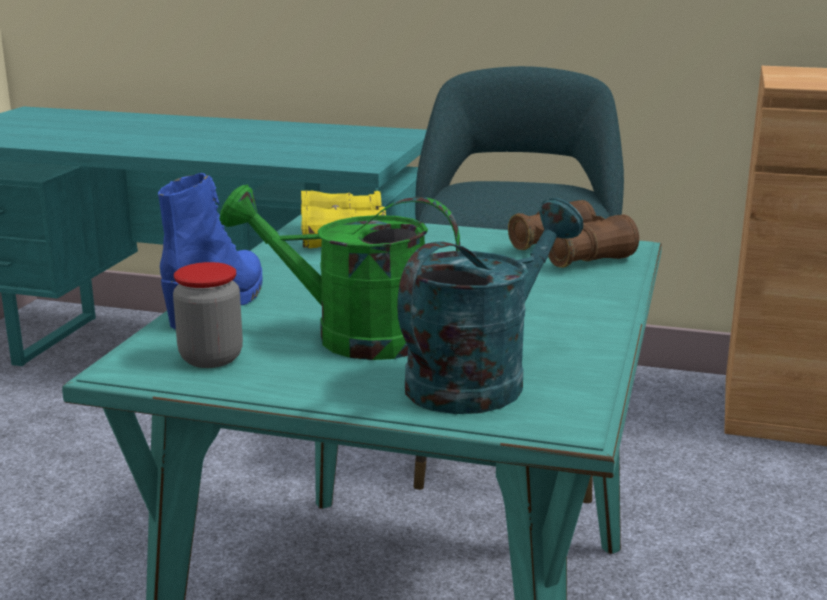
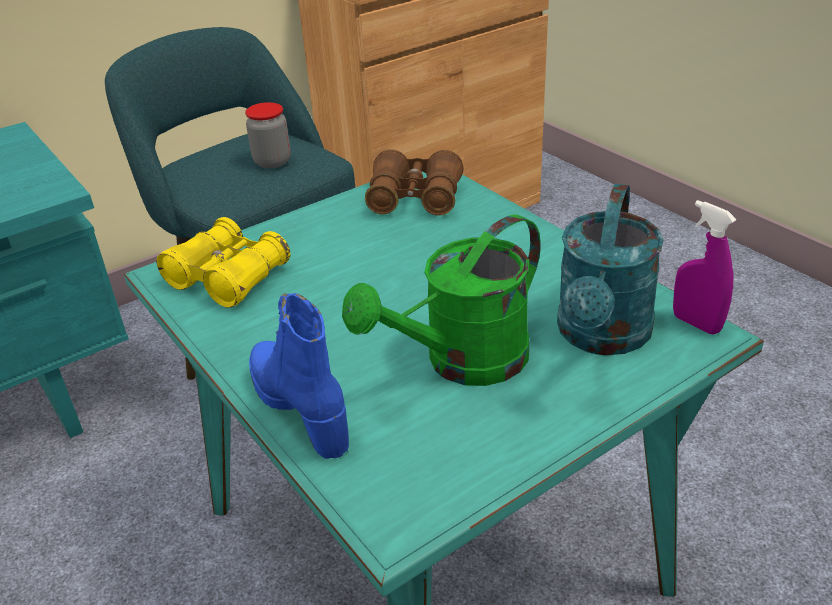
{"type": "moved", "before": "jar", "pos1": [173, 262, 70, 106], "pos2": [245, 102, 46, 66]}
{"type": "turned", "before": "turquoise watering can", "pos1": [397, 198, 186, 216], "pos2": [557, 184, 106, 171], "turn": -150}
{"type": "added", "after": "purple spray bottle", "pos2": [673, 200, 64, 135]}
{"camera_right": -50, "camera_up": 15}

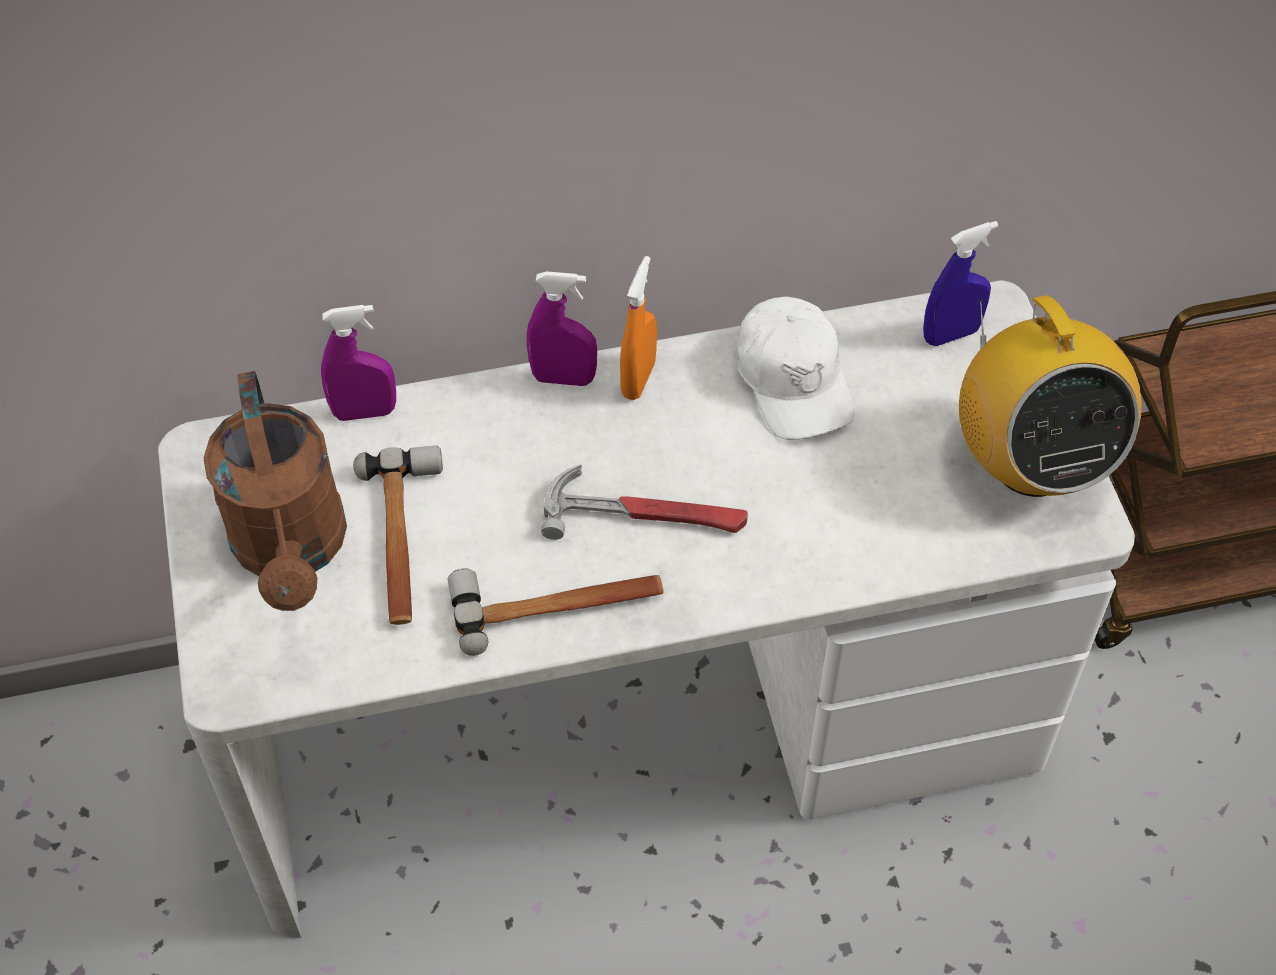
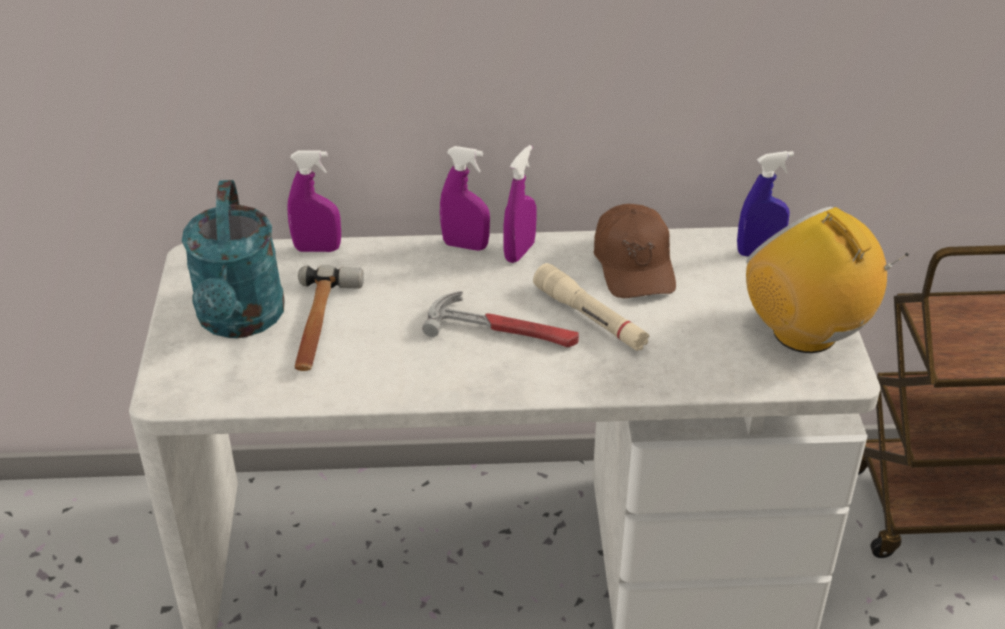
{"type": "recoloured", "before": "brown watering can", "after": "turquoise watering can", "pos1": [204, 371, 143, 240], "pos2": [182, 180, 103, 158]}
{"type": "removed", "before": "hammer", "pos1": [448, 568, 216, 88]}
{"type": "recoloured", "before": "orange spray bottle", "after": "purple spray bottle", "pos1": [620, 256, 37, 144], "pos2": [503, 145, 34, 118]}
{"type": "recoloured", "before": "white cap", "after": "brown cap", "pos1": [737, 297, 118, 143], "pos2": [594, 204, 82, 94]}
{"type": "turned", "before": "radio", "pos1": [959, 295, 183, 202], "pos2": [746, 207, 163, 146], "turn": 150}
{"type": "added", "after": "beige flashlight", "pos2": [533, 263, 116, 88]}
{"camera_right": 10, "camera_up": -15}

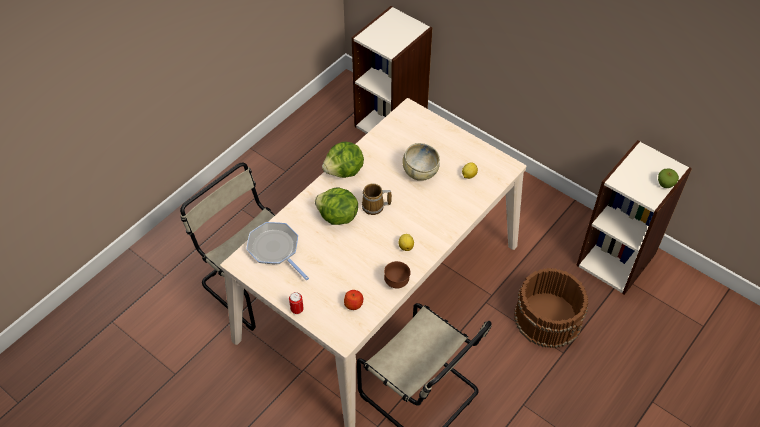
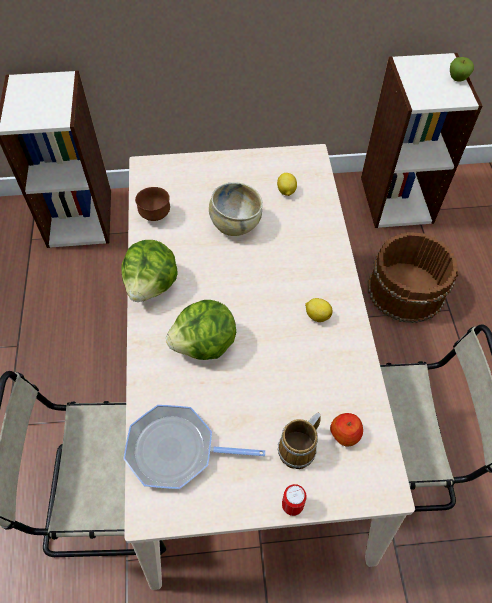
{"type": "moved", "before": "mug", "pos1": [362, 184, 30, 31], "pos2": [278, 413, 43, 56]}
{"type": "moved", "before": "brown bowl", "pos1": [384, 261, 27, 27], "pos2": [135, 187, 35, 34]}
{"camera_right": -45, "camera_up": 5}

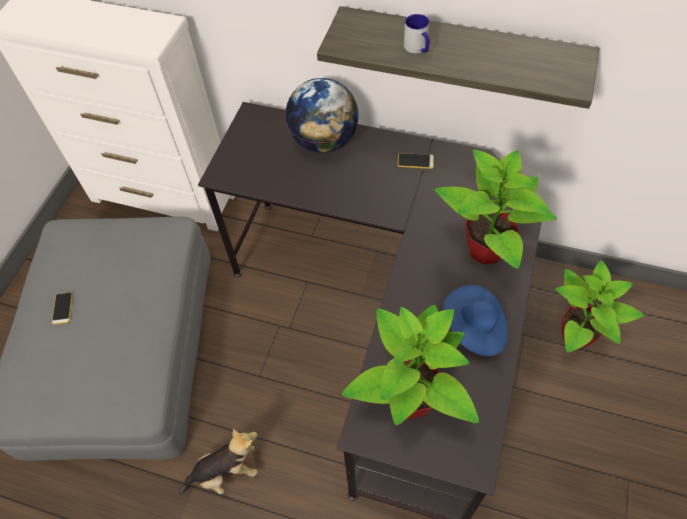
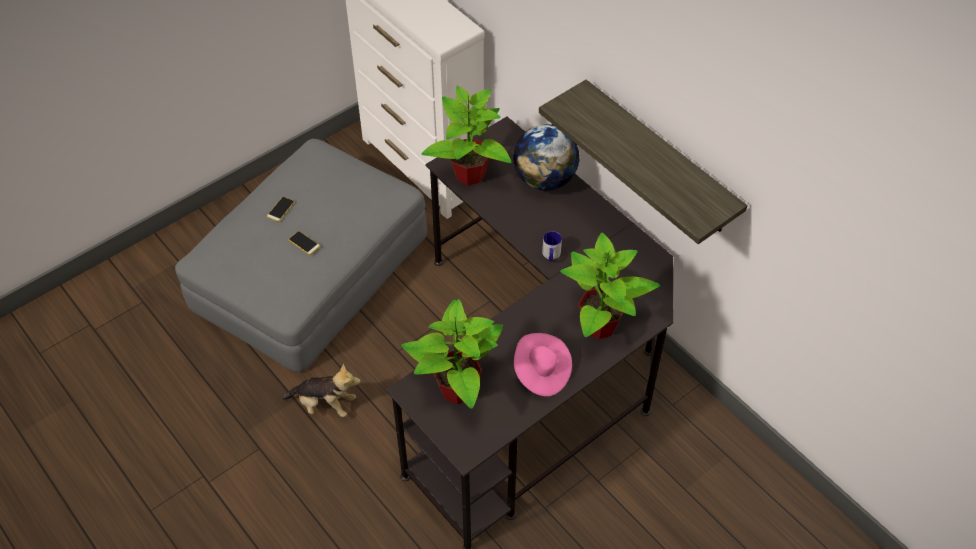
{"type": "moved", "before": "phone", "pos1": [397, 153, 37, 16], "pos2": [289, 231, 31, 24]}
{"type": "moved", "before": "mug", "pos1": [404, 14, 26, 40], "pos2": [542, 231, 20, 31]}
{"type": "recoloured", "before": "blue hat", "after": "pink hat", "pos1": [443, 285, 65, 71], "pos2": [514, 333, 58, 63]}
{"type": "moved", "before": "potted plant", "pos1": [555, 260, 89, 93], "pos2": [422, 86, 89, 99]}
{"camera_right": 30, "camera_up": -5}

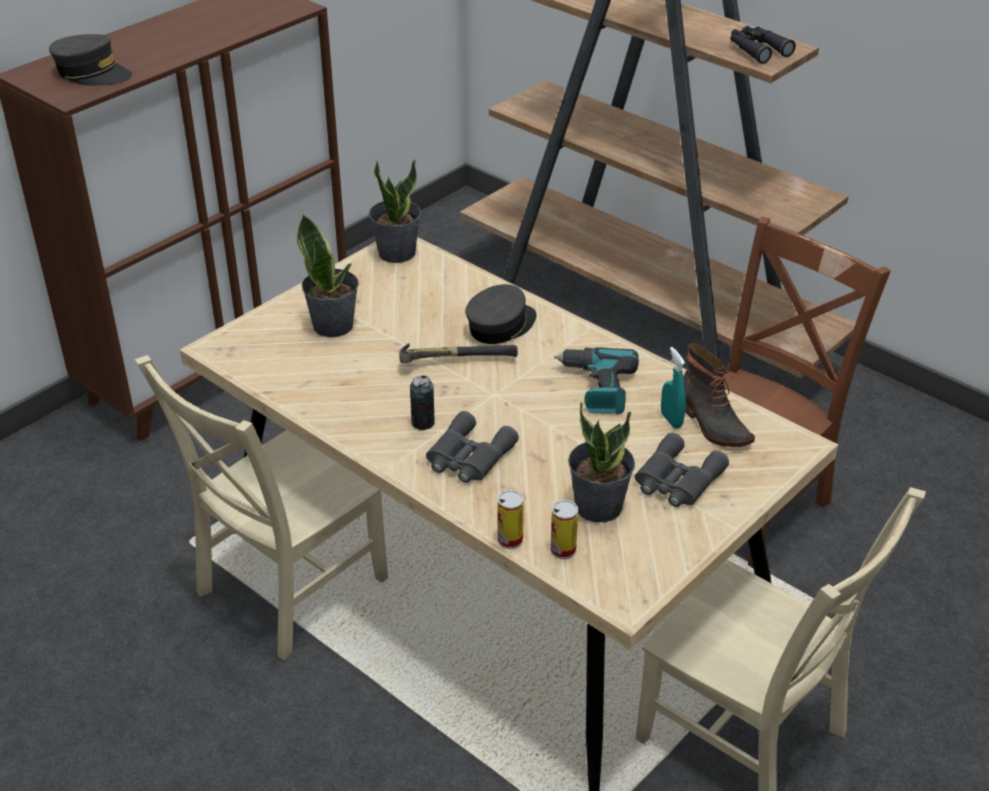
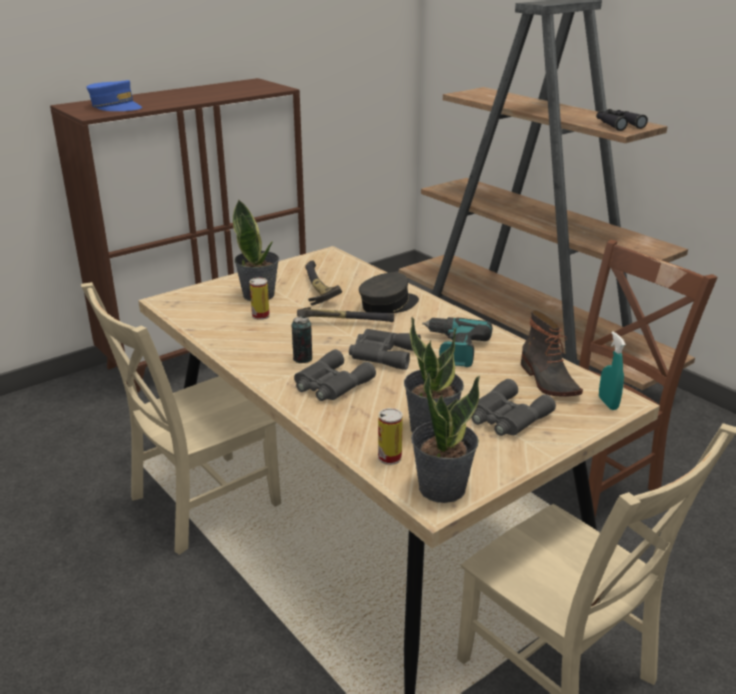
{"type": "recoloured", "before": "grey cap", "after": "blue cap", "pos1": [49, 34, 83, 52], "pos2": [87, 80, 55, 31]}
{"type": "moved", "before": "potted plant", "pos1": [369, 160, 52, 103], "pos2": [411, 374, 69, 129]}
{"type": "moved", "before": "can", "pos1": [498, 490, 26, 59], "pos2": [249, 278, 21, 42]}
{"type": "moved", "before": "turquoise spray bottle", "pos1": [661, 347, 25, 82], "pos2": [599, 331, 27, 79]}
{"type": "added", "after": "hammer", "pos2": [305, 260, 37, 45]}
{"type": "added", "after": "grey binoculars", "pos2": [349, 329, 72, 41]}
{"camera_right": 10, "camera_up": -10}

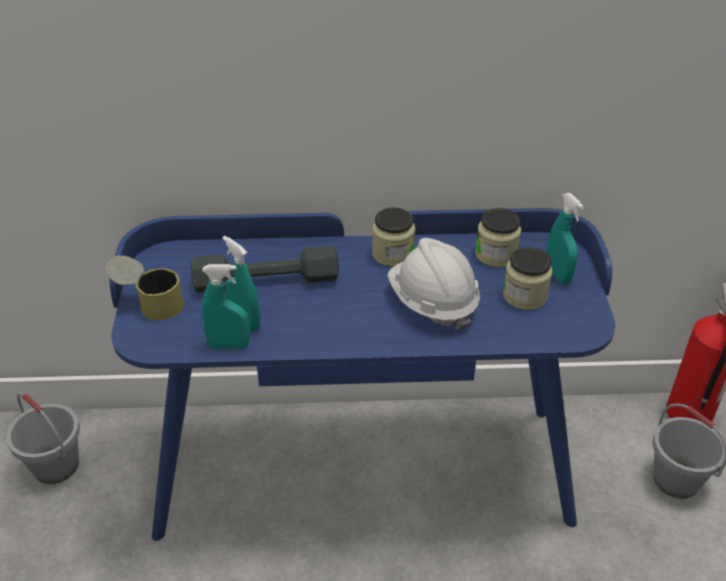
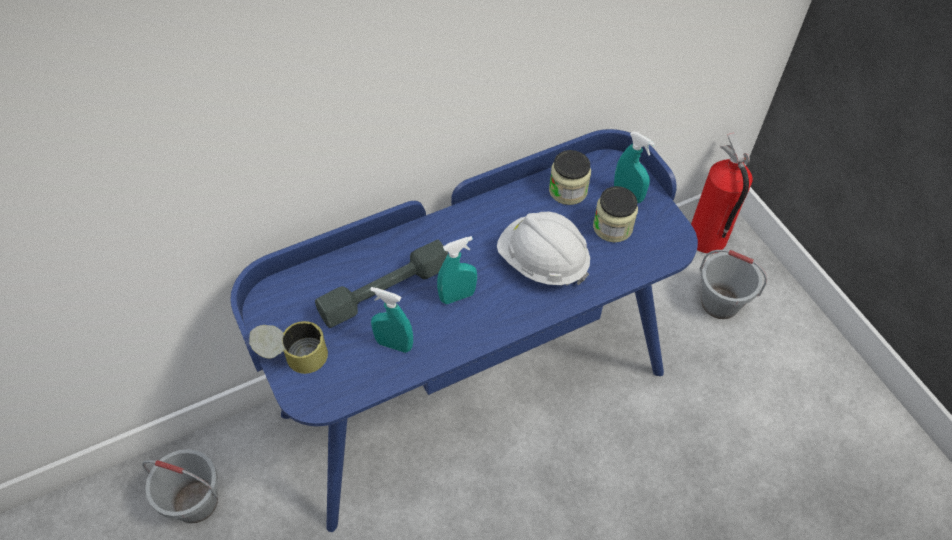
{"type": "moved", "before": "turquoise spray bottle", "pos1": [201, 264, 49, 85], "pos2": [437, 236, 40, 68]}
{"type": "removed", "before": "jar", "pos1": [372, 208, 43, 59]}
{"camera_right": -25, "camera_up": 15}

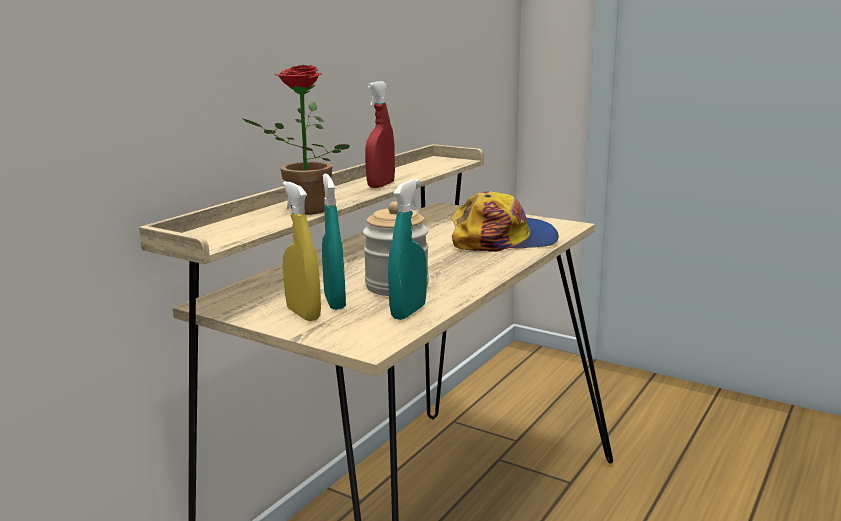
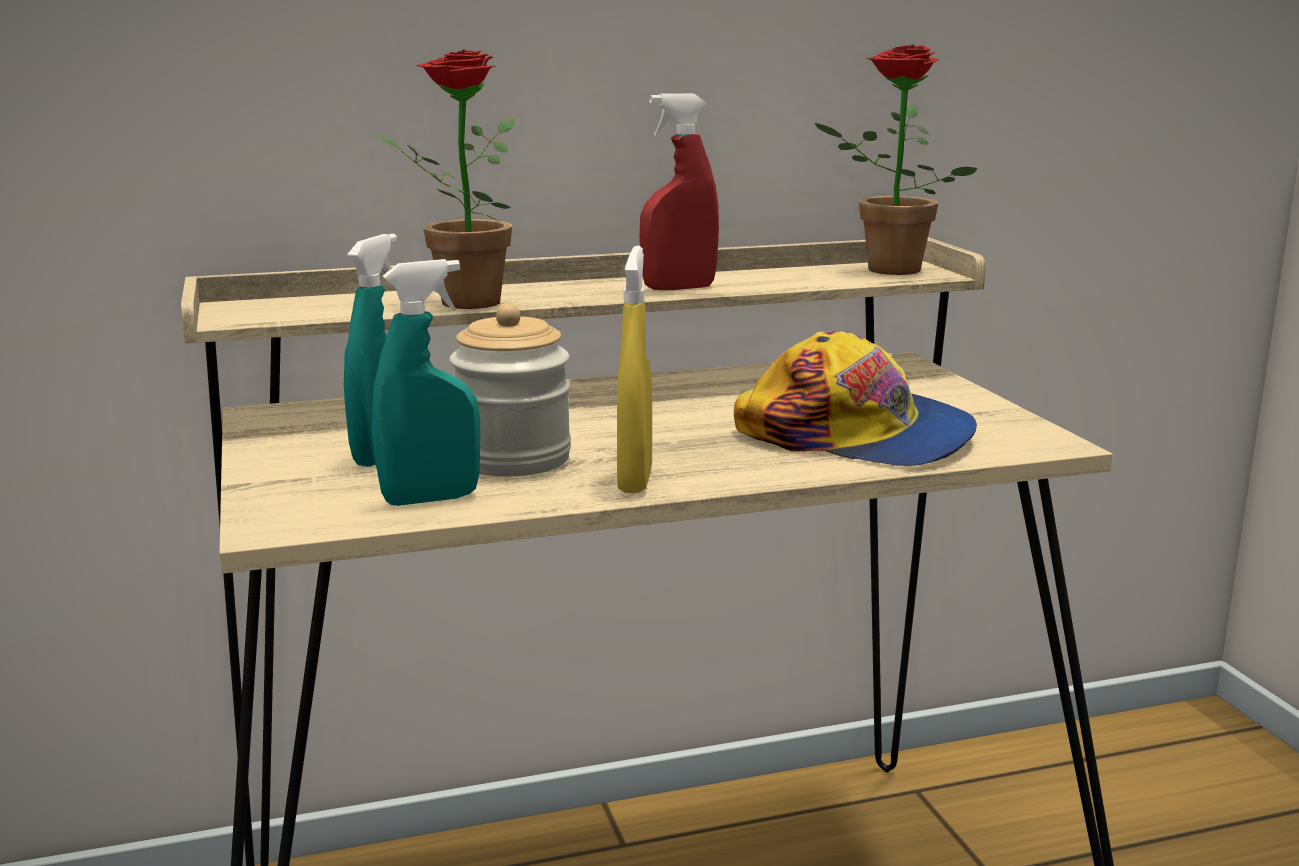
{"type": "moved", "before": "yellow spray bottle", "pos1": [283, 181, 38, 140], "pos2": [617, 246, 35, 247]}
{"type": "added", "after": "potted plant", "pos2": [815, 44, 162, 231]}
{"camera_right": 40, "camera_up": 0}

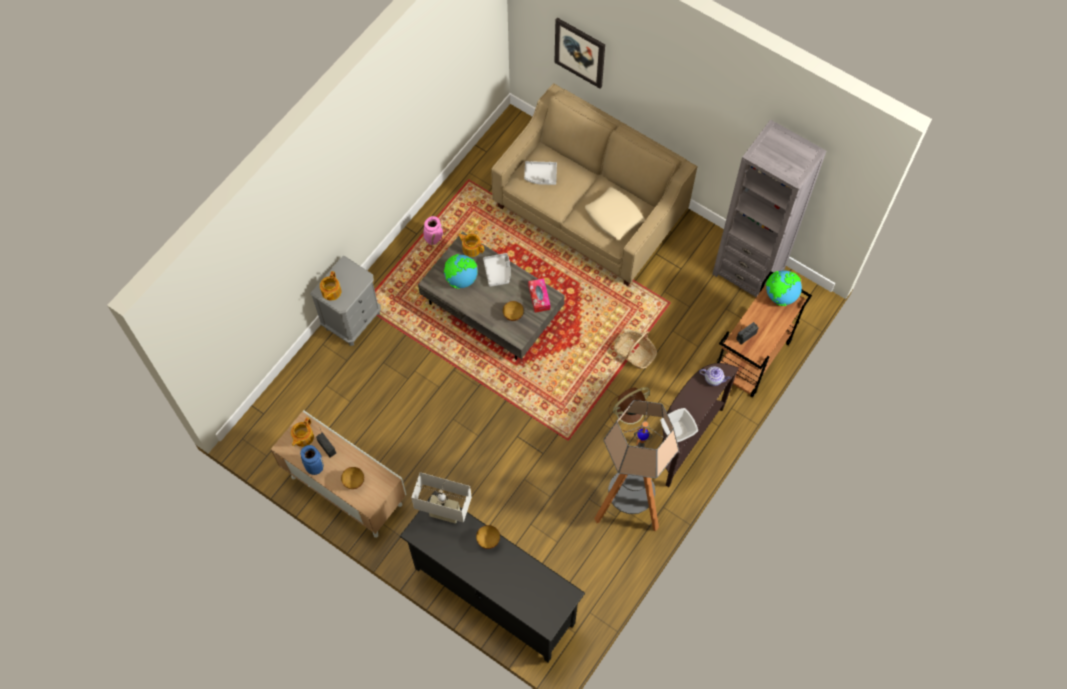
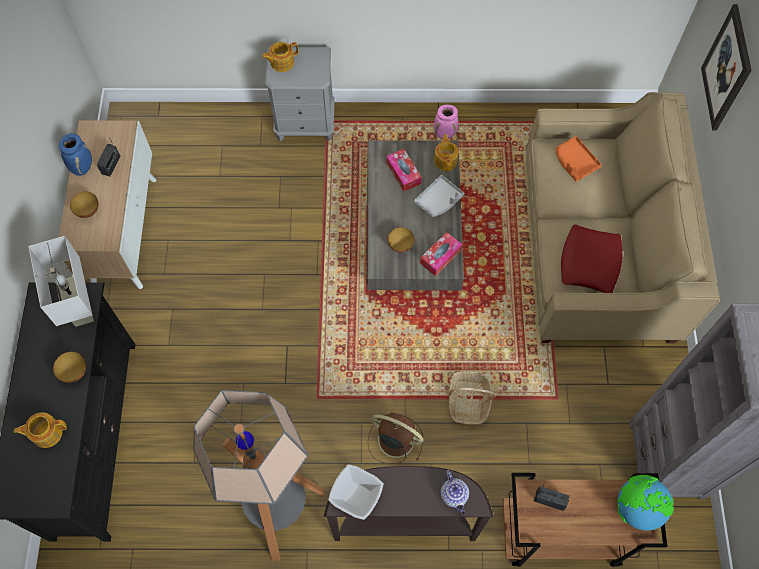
{"type": "moved", "before": "teapot", "pos1": [291, 417, 23, 30], "pos2": [14, 412, 53, 36]}
{"type": "replaced", "before": "globe", "after": "tissue box", "pos1": [444, 254, 34, 35], "pos2": [386, 149, 36, 43]}
{"type": "recoloured", "before": "grey tray", "after": "orange tray", "pos1": [524, 161, 33, 24], "pos2": [556, 136, 46, 46]}
{"type": "recoloured", "before": "beige pillow", "after": "red pillow", "pos1": [585, 187, 60, 53], "pos2": [561, 224, 61, 69]}
{"camera_right": 55, "camera_up": 0}

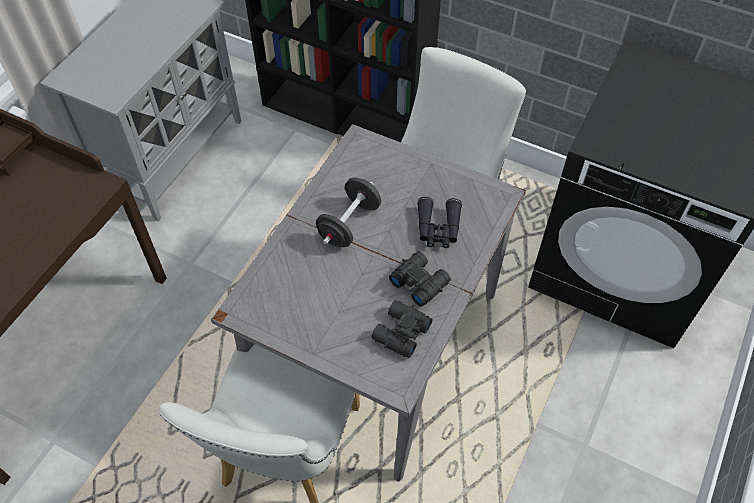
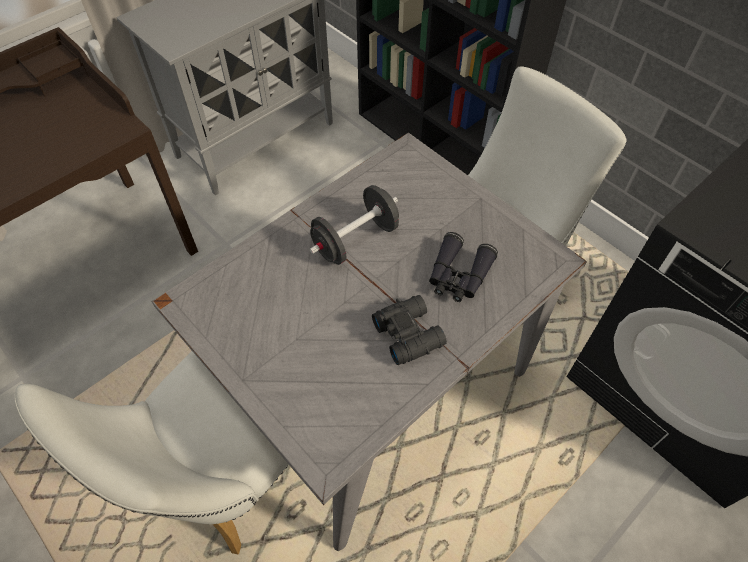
{"type": "removed", "before": "black binoculars", "pos1": [371, 300, 61, 58]}
{"camera_right": 20, "camera_up": 0}

